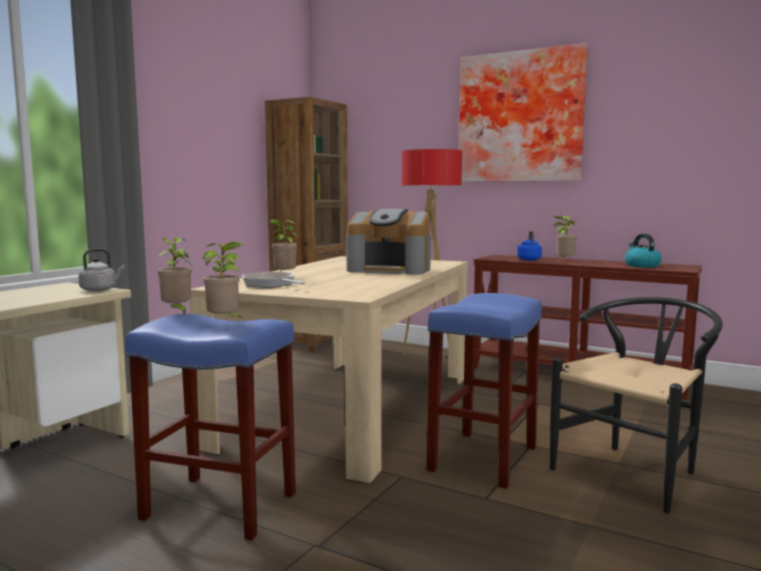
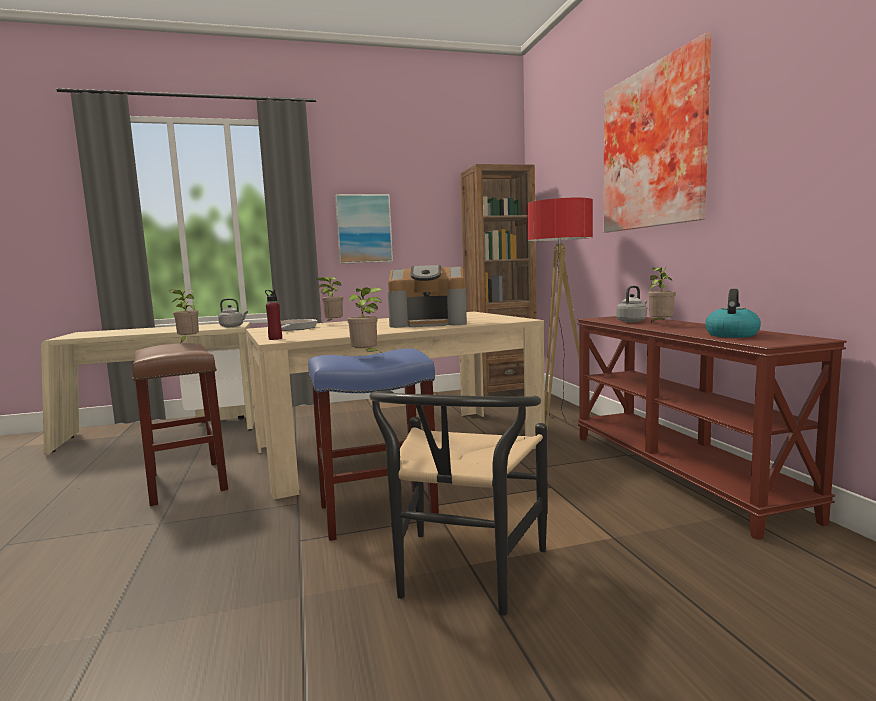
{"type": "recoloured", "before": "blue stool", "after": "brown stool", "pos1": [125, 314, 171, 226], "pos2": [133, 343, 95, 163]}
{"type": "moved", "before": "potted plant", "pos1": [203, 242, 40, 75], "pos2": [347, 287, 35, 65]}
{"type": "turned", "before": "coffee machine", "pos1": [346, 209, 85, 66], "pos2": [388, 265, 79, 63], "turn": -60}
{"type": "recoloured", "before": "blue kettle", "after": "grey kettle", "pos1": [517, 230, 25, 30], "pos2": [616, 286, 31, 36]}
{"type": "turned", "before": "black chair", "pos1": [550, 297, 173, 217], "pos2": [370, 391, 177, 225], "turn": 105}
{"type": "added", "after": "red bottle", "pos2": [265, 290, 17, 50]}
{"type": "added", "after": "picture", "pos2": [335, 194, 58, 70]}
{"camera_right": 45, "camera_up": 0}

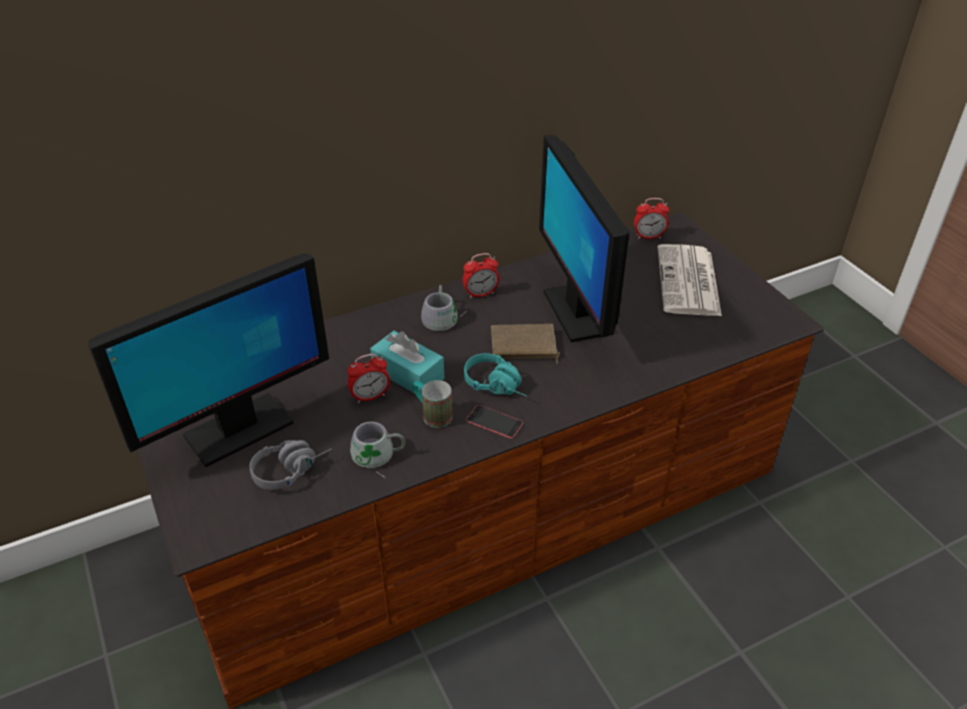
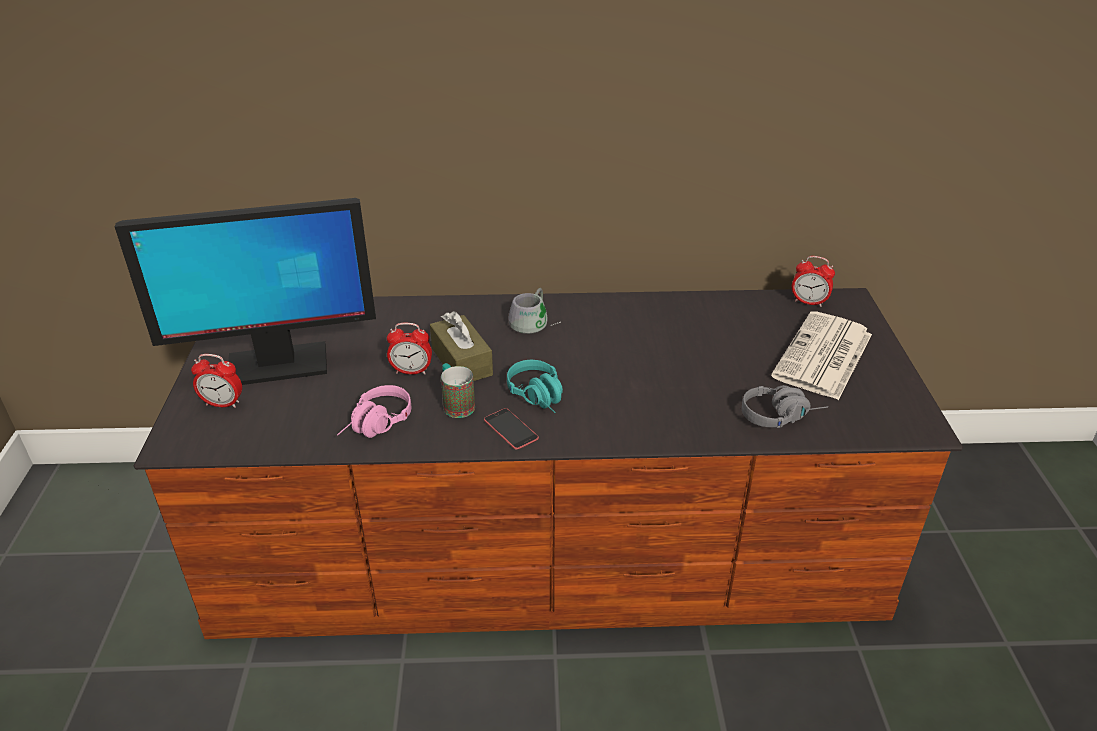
{"type": "moved", "before": "grey headphones", "pos1": [250, 440, 82, 50], "pos2": [742, 385, 86, 43]}
{"type": "replaced", "before": "grey mug", "after": "pink headphones", "pos1": [350, 422, 55, 56], "pos2": [337, 385, 74, 53]}
{"type": "recoloured", "before": "turquoise tissue box", "after": "brown tissue box", "pos1": [370, 331, 74, 62], "pos2": [430, 311, 63, 70]}
{"type": "moved", "before": "alarm clock", "pos1": [463, 253, 37, 46], "pos2": [191, 354, 51, 54]}
{"type": "removed", "before": "brown book", "pos1": [491, 324, 69, 40]}
{"type": "removed", "before": "monitor", "pos1": [539, 135, 91, 207]}
{"camera_right": 25, "camera_up": -5}

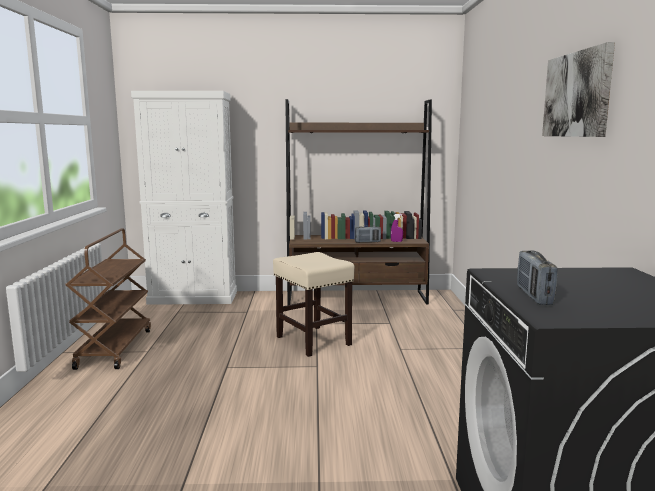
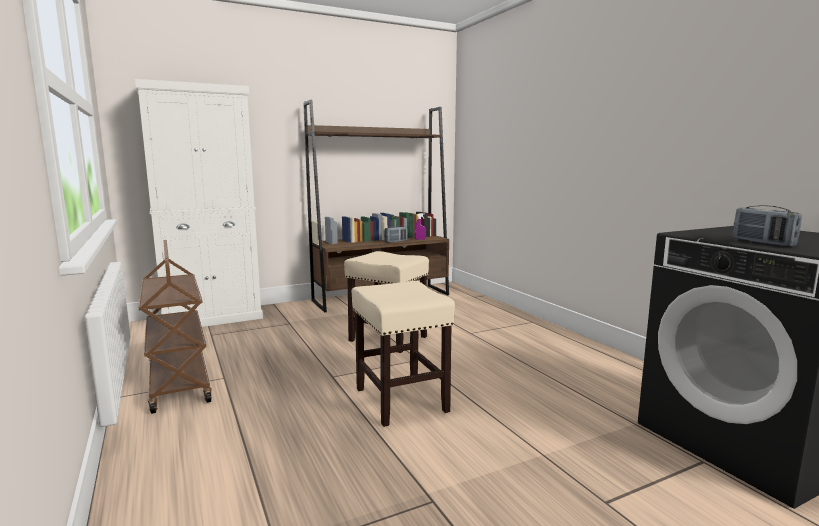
{"type": "removed", "before": "picture", "pos1": [542, 42, 73, 95]}
{"type": "added", "after": "beige stool", "pos2": [352, 281, 103, 146]}
{"camera_right": -25, "camera_up": 0}

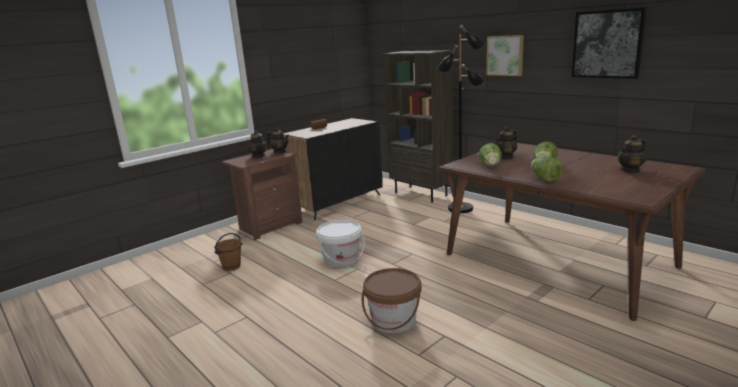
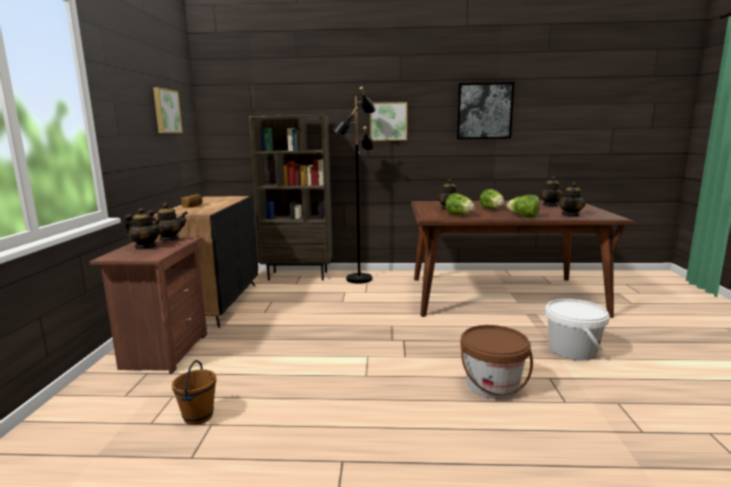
{"type": "moved", "before": "white bucket", "pos1": [316, 220, 49, 48], "pos2": [545, 299, 65, 62]}
{"type": "added", "after": "picture", "pos2": [153, 87, 30, 46]}
{"type": "added", "after": "teapot", "pos2": [558, 182, 28, 35]}
{"camera_right": -45, "camera_up": -5}

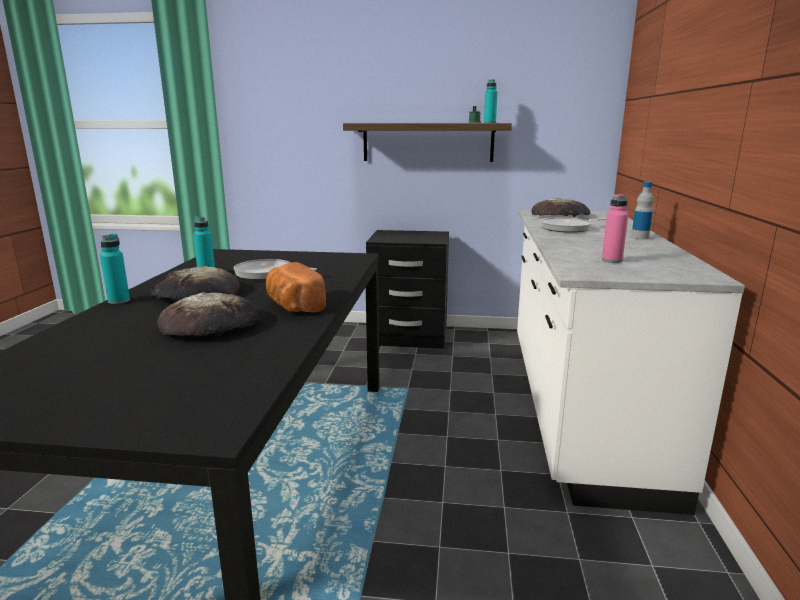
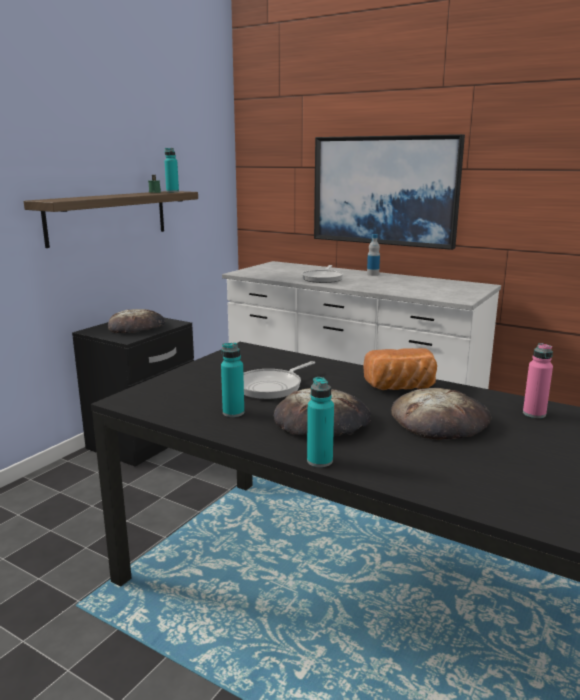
{"type": "moved", "before": "bread", "pos1": [531, 197, 59, 20], "pos2": [108, 309, 58, 24]}
{"type": "moved", "before": "pink bottle", "pos1": [602, 194, 27, 69], "pos2": [523, 343, 30, 75]}
{"type": "added", "after": "picture", "pos2": [314, 134, 151, 116]}
{"camera_right": -65, "camera_up": 0}

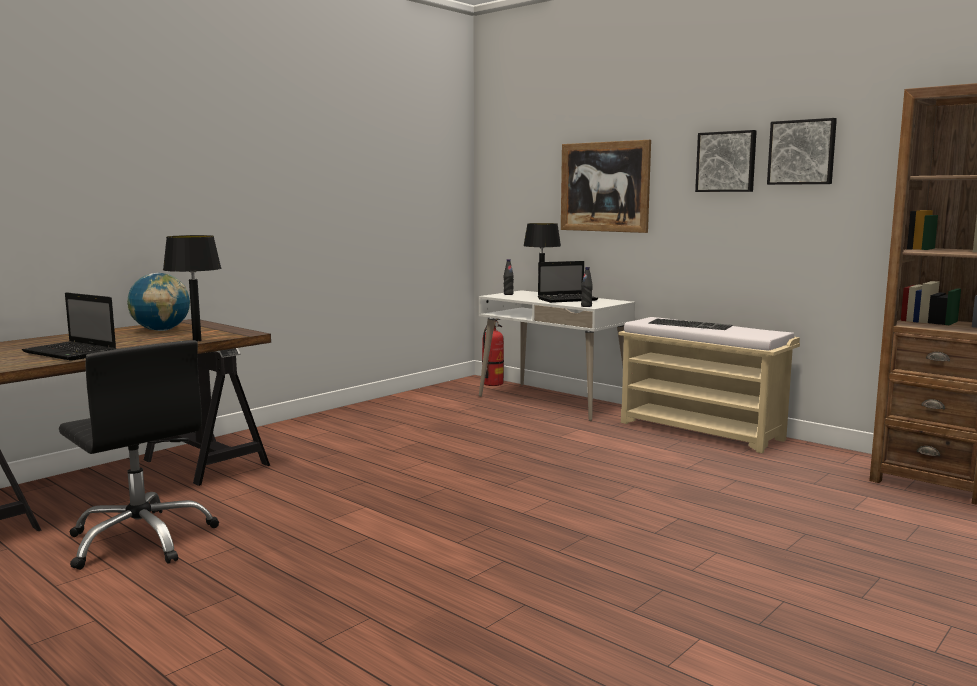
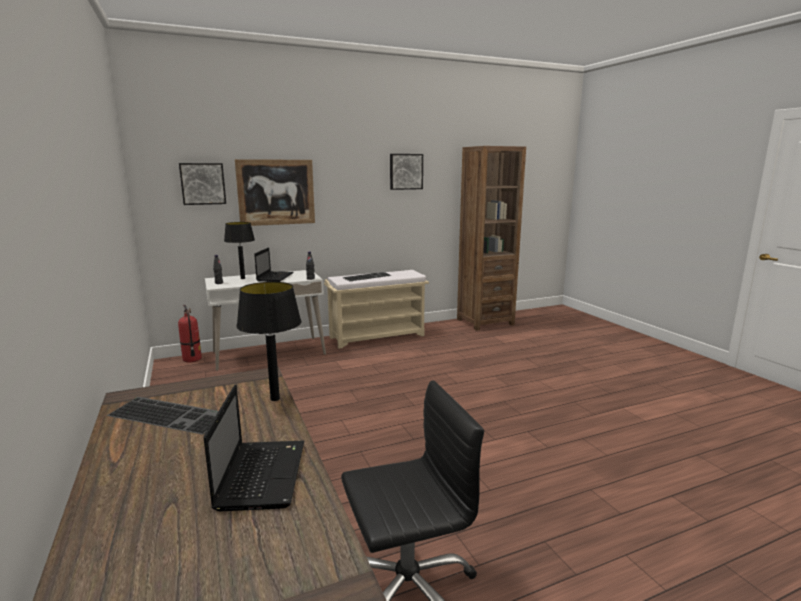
{"type": "turned", "before": "laptop", "pos1": [22, 292, 94, 69], "pos2": [203, 385, 101, 126], "turn": -60}
{"type": "replaced", "before": "globe", "after": "keyboard", "pos1": [127, 273, 63, 58], "pos2": [107, 397, 111, 38]}
{"type": "moved", "before": "picture", "pos1": [695, 130, 62, 62], "pos2": [179, 163, 47, 42]}
{"camera_right": -65, "camera_up": 5}

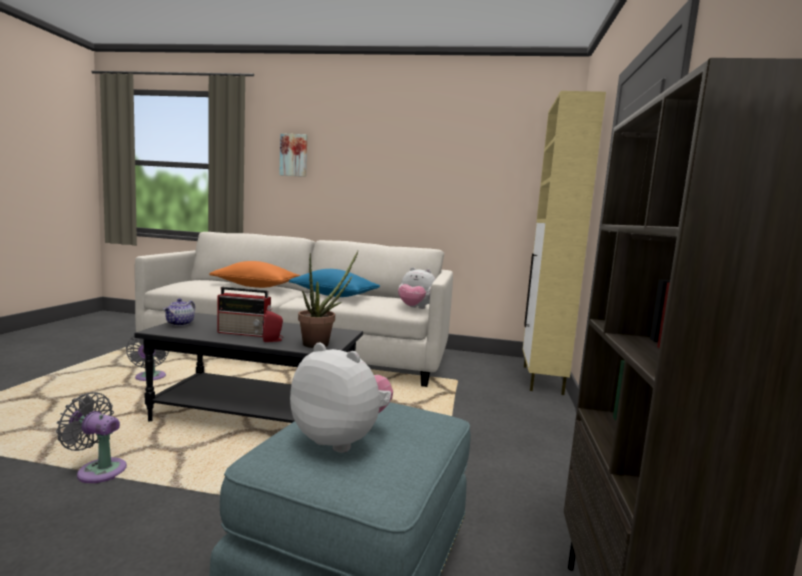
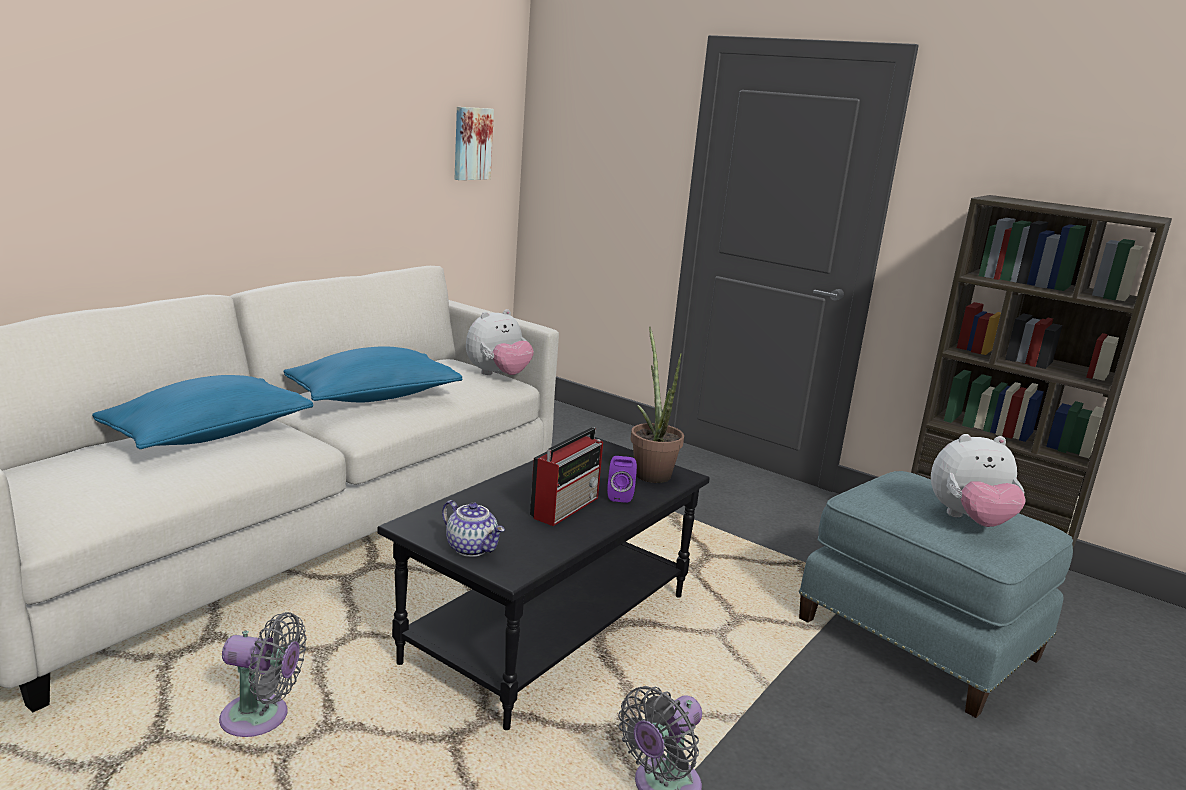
{"type": "recoloured", "before": "orange pillow", "after": "blue pillow", "pos1": [209, 261, 91, 27], "pos2": [92, 375, 221, 74]}
{"type": "recoloured", "before": "red speaker", "after": "purple speaker", "pos1": [262, 310, 22, 32], "pos2": [607, 456, 30, 47]}
{"type": "moved", "before": "picture", "pos1": [279, 133, 29, 44], "pos2": [455, 107, 39, 73]}
{"type": "turned", "before": "plush toy", "pos1": [290, 342, 103, 111], "pos2": [931, 434, 95, 93], "turn": -150}
{"type": "removed", "before": "beige cabinet", "pos1": [522, 91, 84, 304]}
{"camera_right": -65, "camera_up": 10}

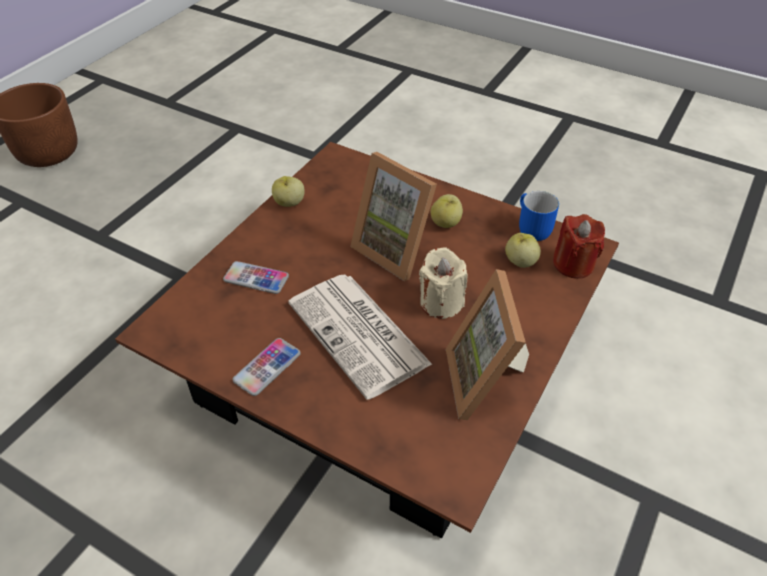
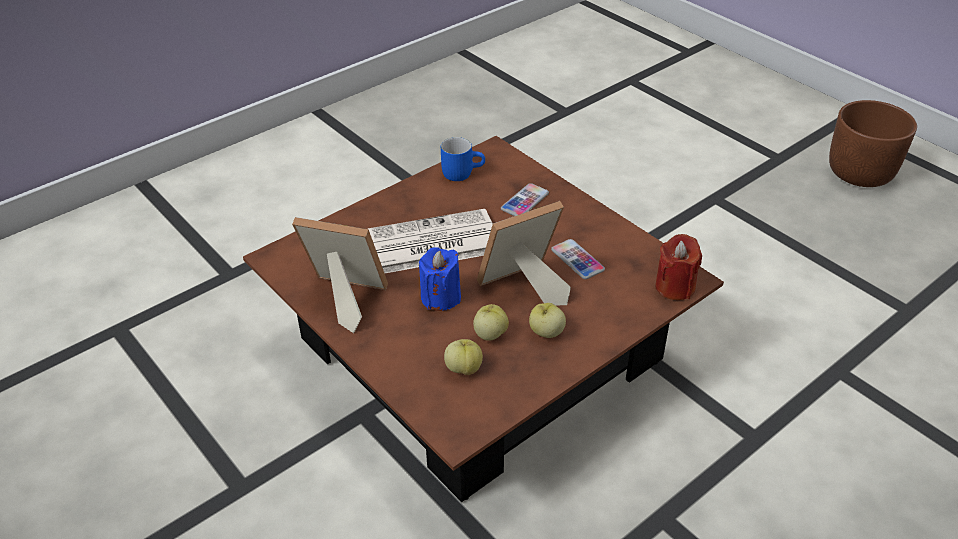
{"type": "moved", "before": "phone", "pos1": [233, 338, 68, 58], "pos2": [551, 239, 54, 40]}
{"type": "moved", "before": "apple", "pos1": [272, 176, 33, 31], "pos2": [473, 304, 36, 37]}
{"type": "recoloured", "before": "beige candle", "after": "blue candle", "pos1": [419, 247, 49, 72], "pos2": [419, 247, 42, 64]}
{"type": "moved", "before": "blue mug", "pos1": [519, 191, 40, 50], "pos2": [441, 137, 44, 44]}
{"type": "moved", "before": "red candle", "pos1": [553, 214, 52, 65], "pos2": [655, 234, 47, 66]}
{"camera_right": 110, "camera_up": -5}

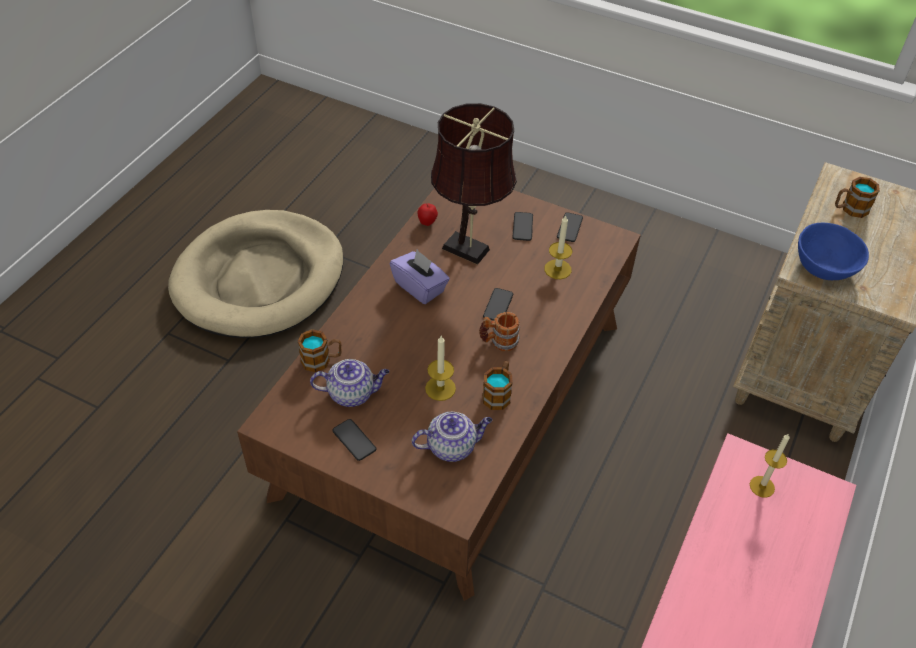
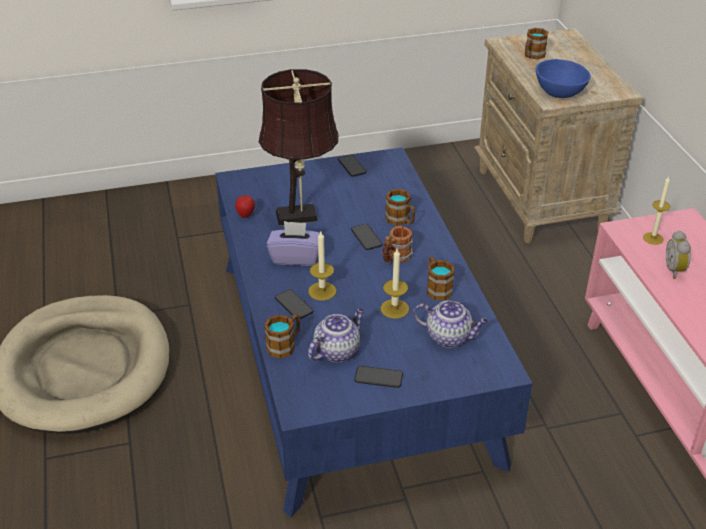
{"type": "recoloured", "before": "brown coffee table", "after": "blue coffee table", "pos1": [237, 188, 404, 413], "pos2": [216, 147, 316, 370]}
{"type": "turned", "before": "teapot", "pos1": [412, 412, 80, 50], "pos2": [413, 300, 75, 48], "turn": 75}
{"type": "moved", "before": "phone", "pos1": [513, 212, 20, 29], "pos2": [275, 289, 38, 30]}
{"type": "moved", "before": "candle", "pos1": [544, 216, 28, 63], "pos2": [308, 232, 29, 69]}
{"type": "added", "after": "mug", "pos2": [385, 189, 30, 37]}
{"type": "added", "after": "alarm clock", "pos2": [666, 230, 25, 49]}
{"camera_right": -40, "camera_up": -10}

